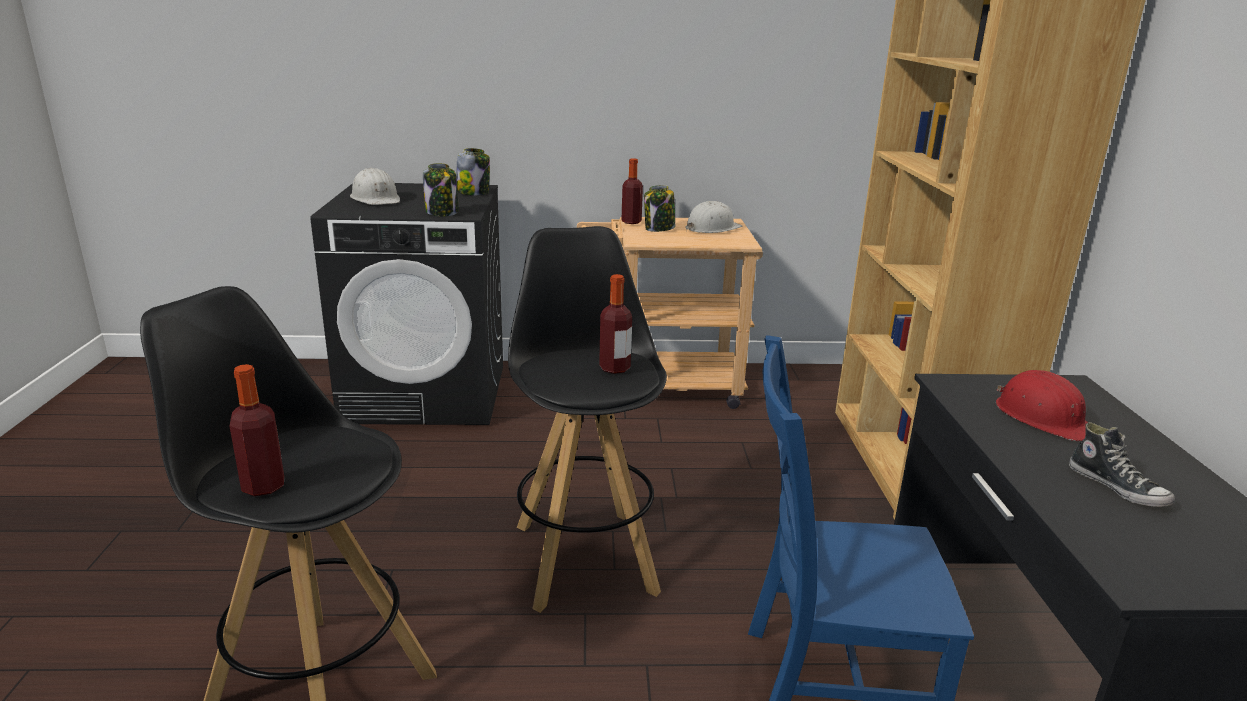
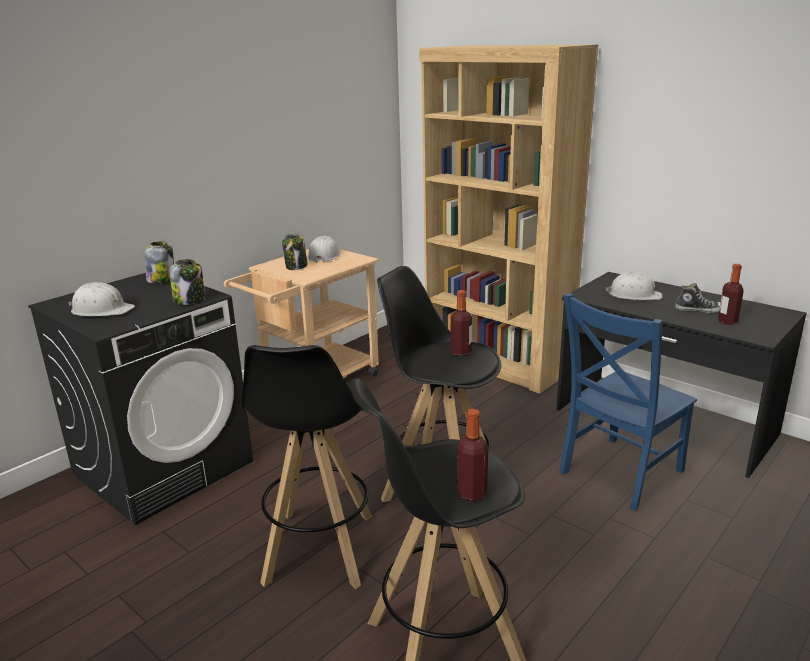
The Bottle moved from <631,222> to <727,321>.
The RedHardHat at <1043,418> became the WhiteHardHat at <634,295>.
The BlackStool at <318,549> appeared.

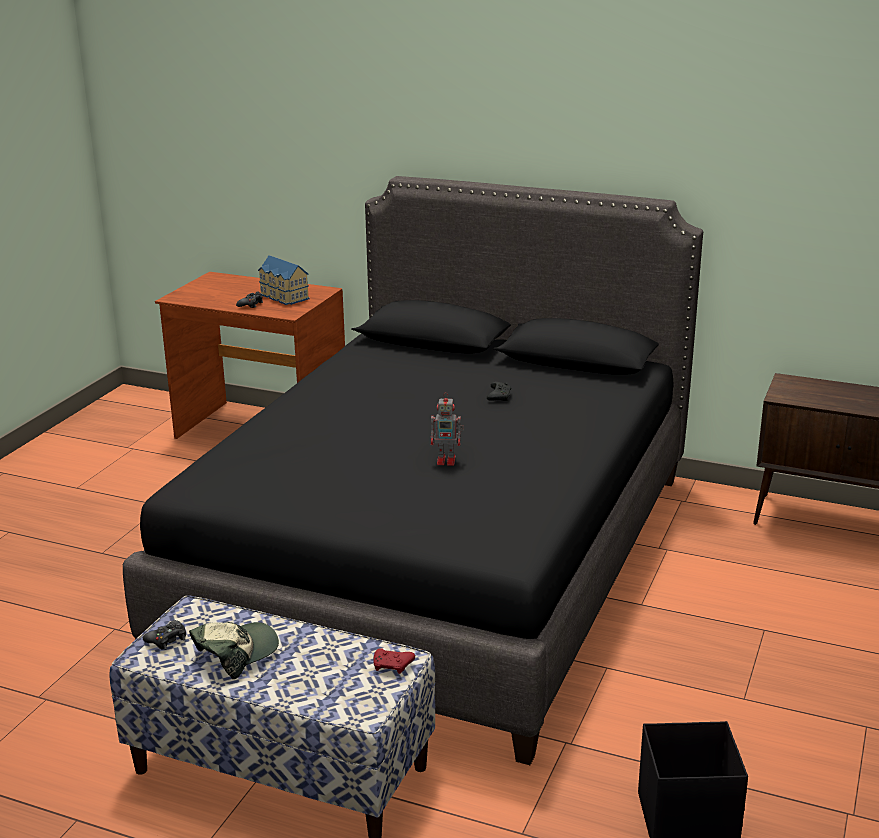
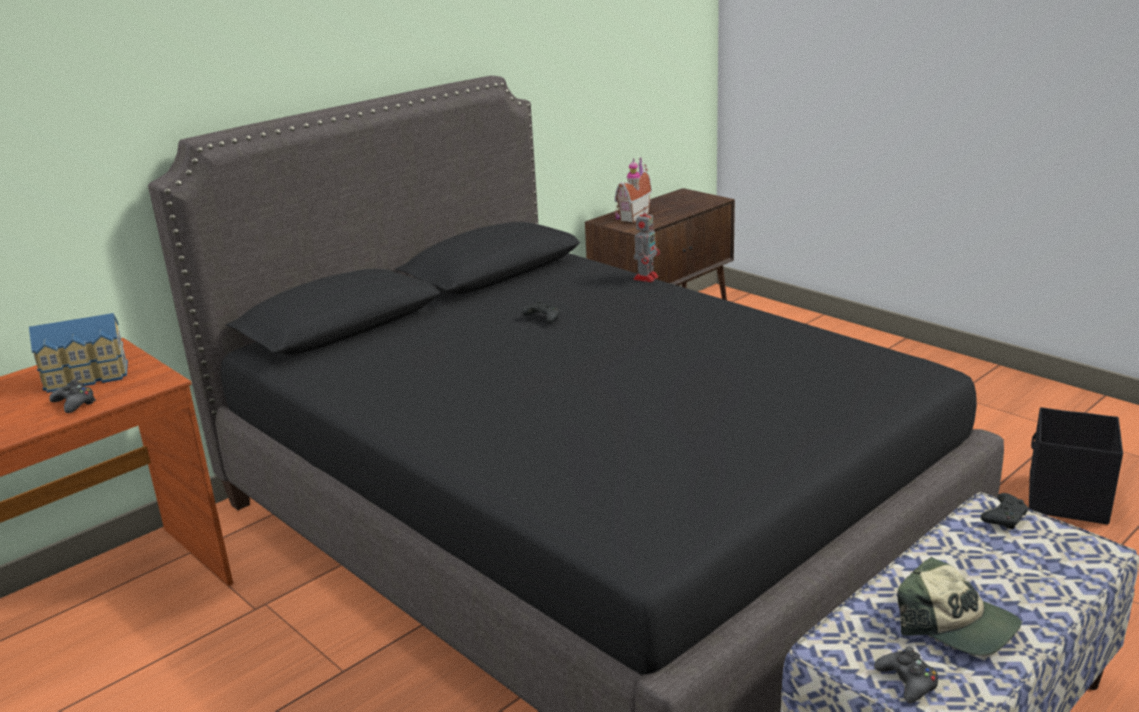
The Cap at <235,653> turned 150 degrees clockwise.
The RedGameController at <393,666> became the BlackGameController at <1004,518>.
The ToyRobot moved from <447,460> to <646,277>.
The ToyHouse at <631,216> appeared.

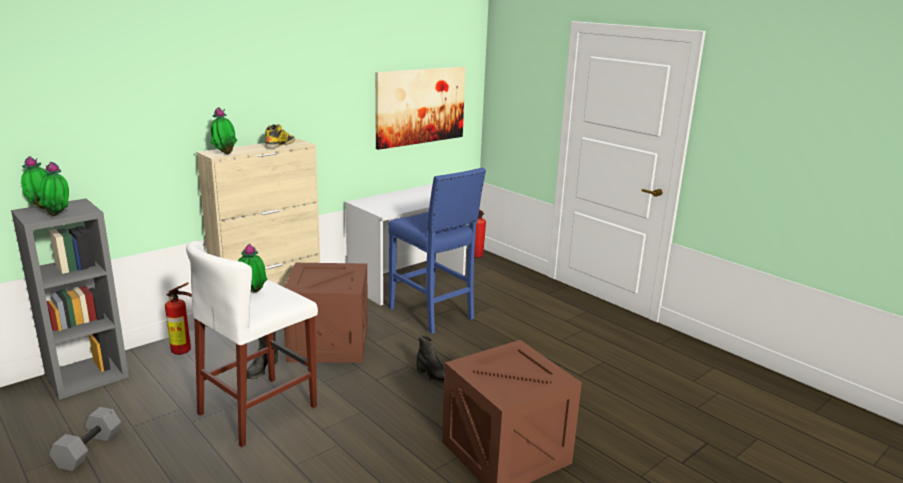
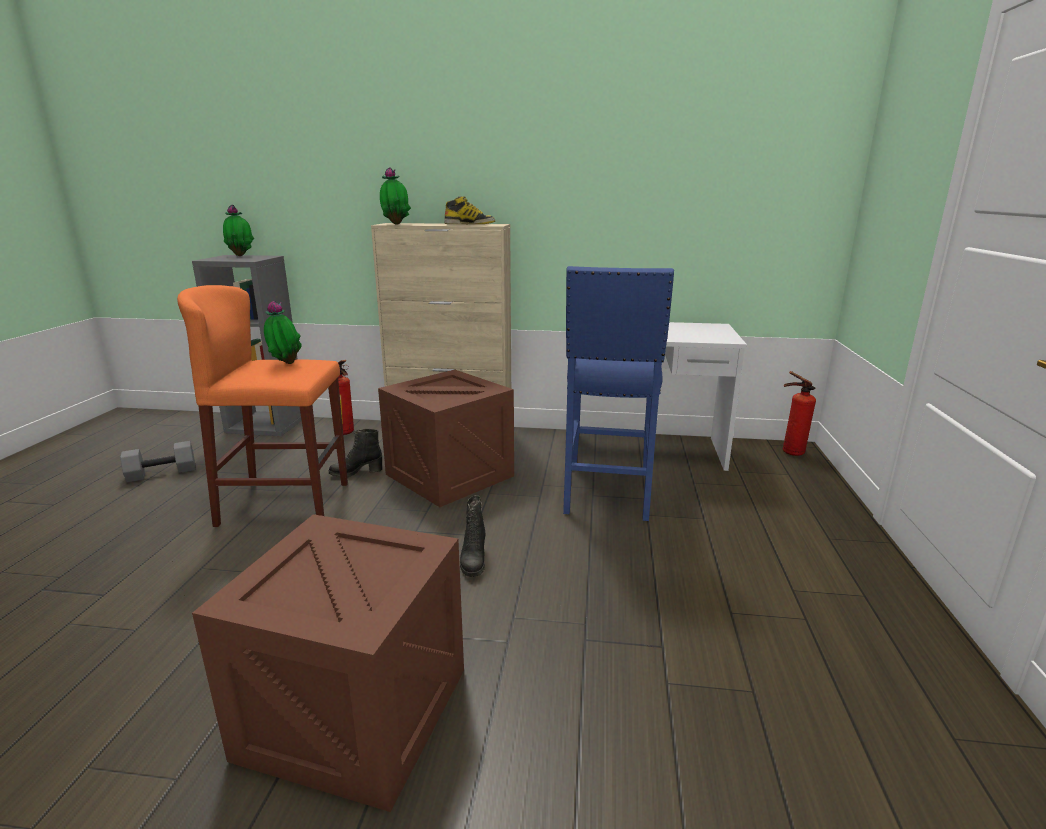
The PottedPlant at <58,215> disappeared.
The WhiteStool at <258,410> became the OrangeStool at <285,503>.
The Picture at <420,106> disappeared.

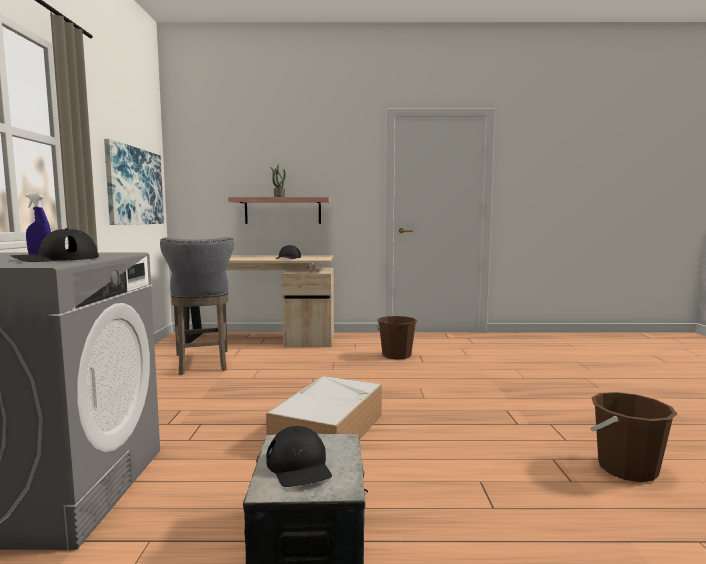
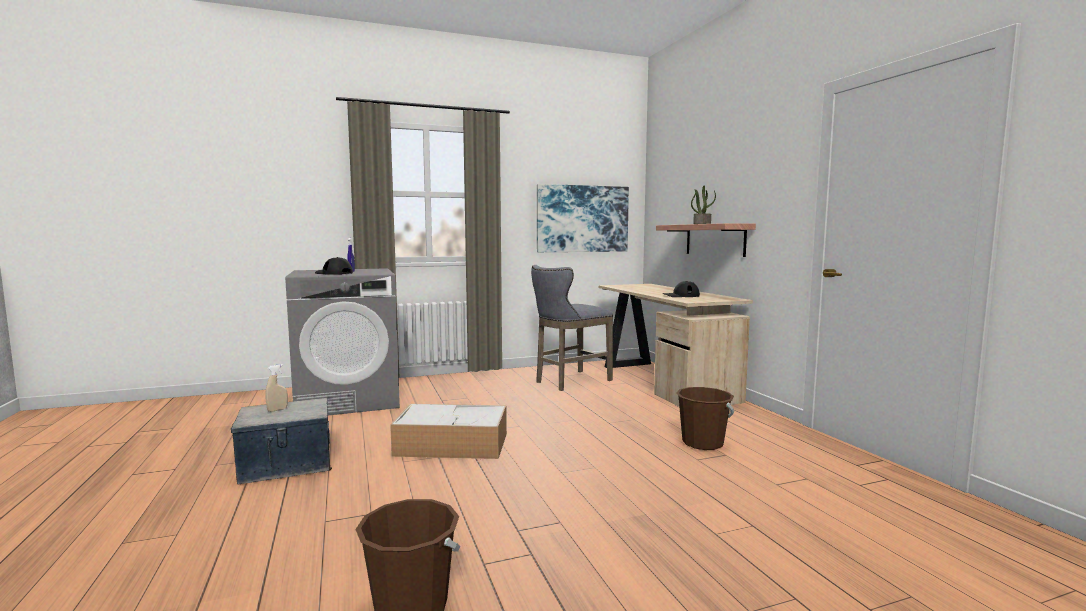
The BlackCap at <299,466> was replaced by the BeigeSprayBottle at <277,410>.

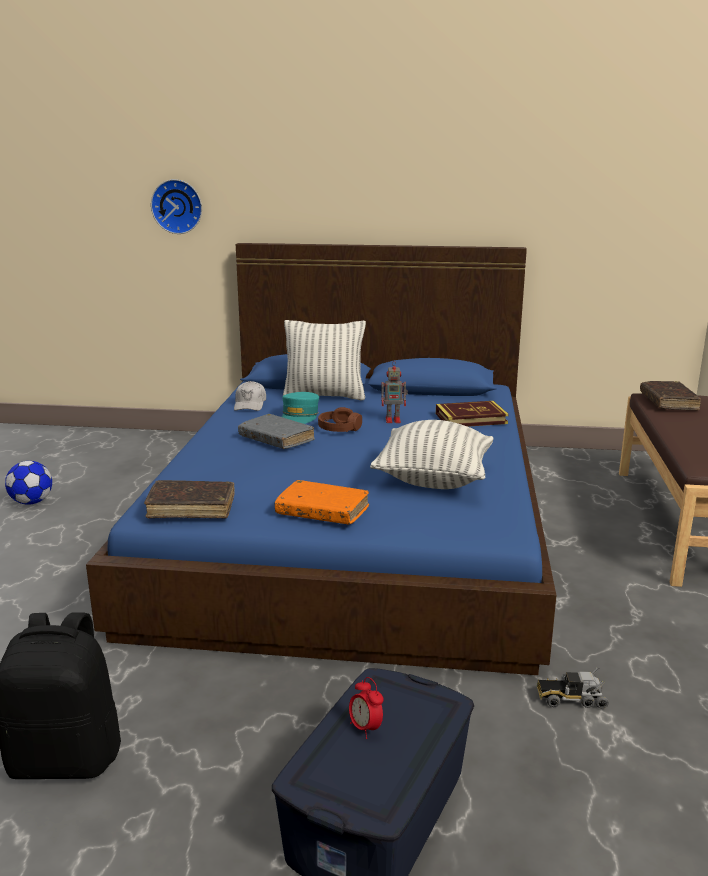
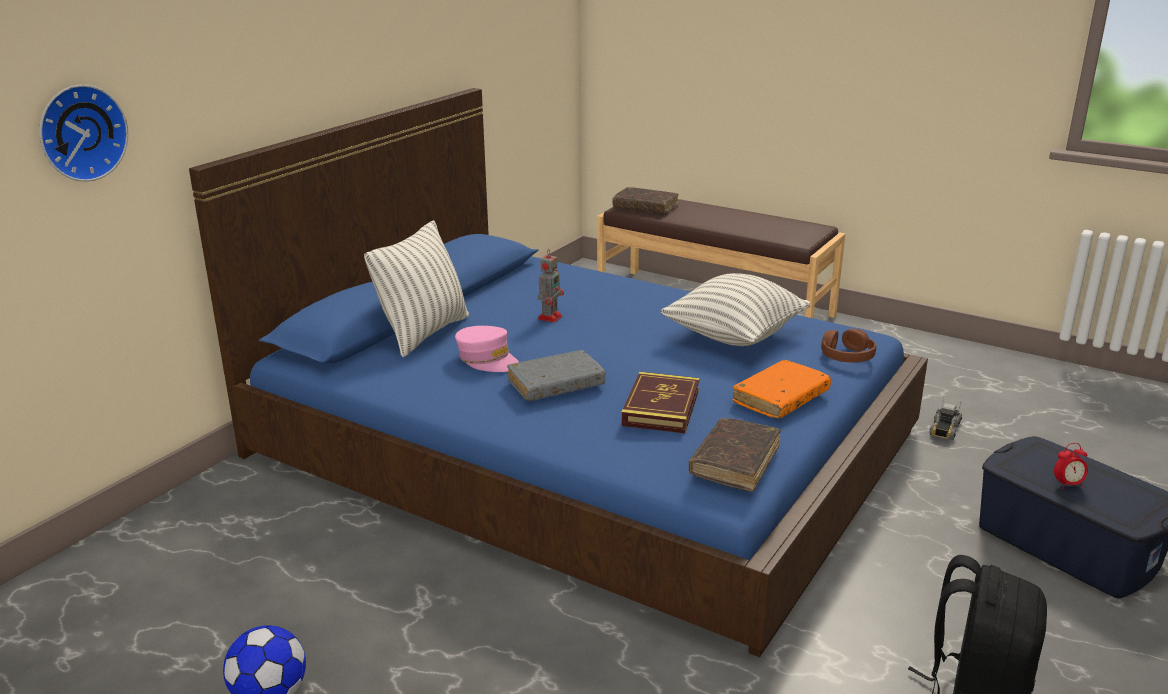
The WhiteCap at <250,404> disappeared.
The TurquoiseCap at <299,416> became the PinkCap at <487,359>.
The BrownHeadphones moved from <339,428> to <846,355>.
The Book moved from <471,418> to <661,408>.

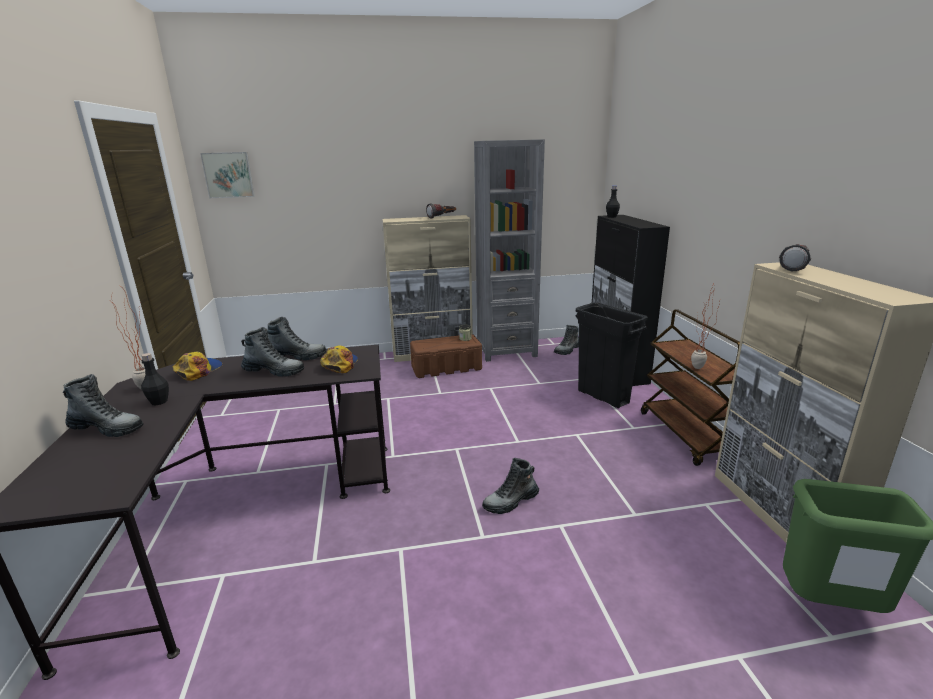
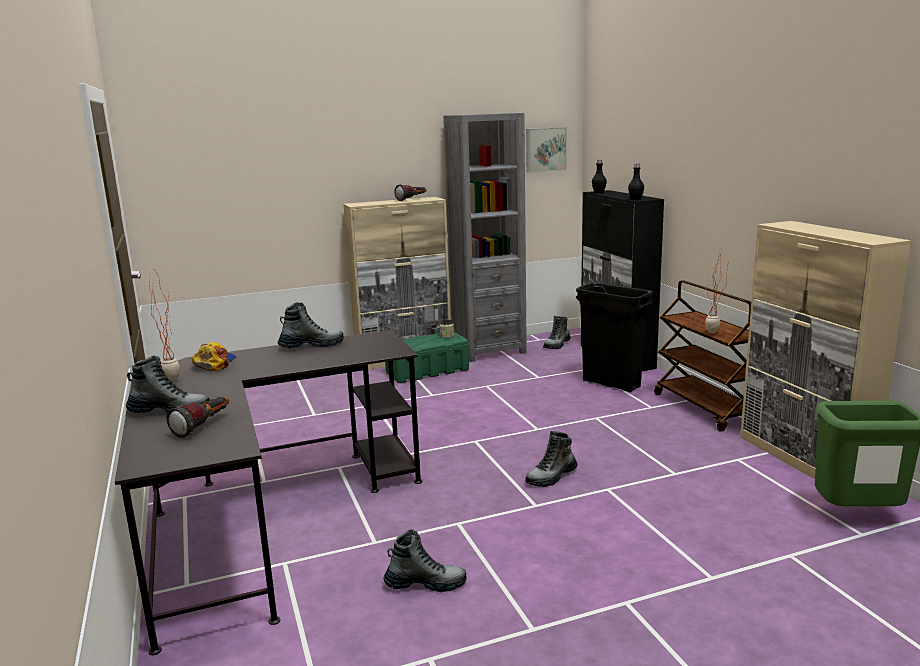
The BlackBottle moved from <159,402> to <635,199>.
The Picture moved from <228,175> to <545,149>.
The Boot moved from <274,371> to <425,584>.
The Cap at <339,364> disappeared.
The BrownStorageBox at <447,368> became the GreenStorageBox at <428,371>.
The Flashlight moved from <795,267> to <204,426>.

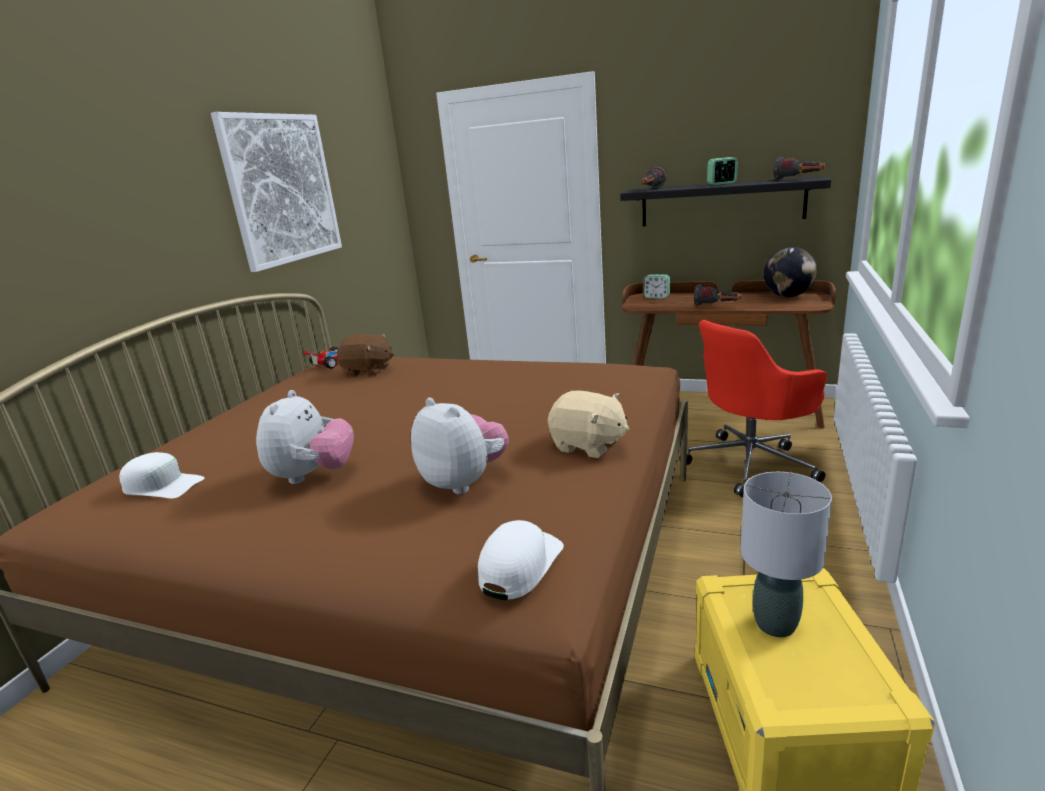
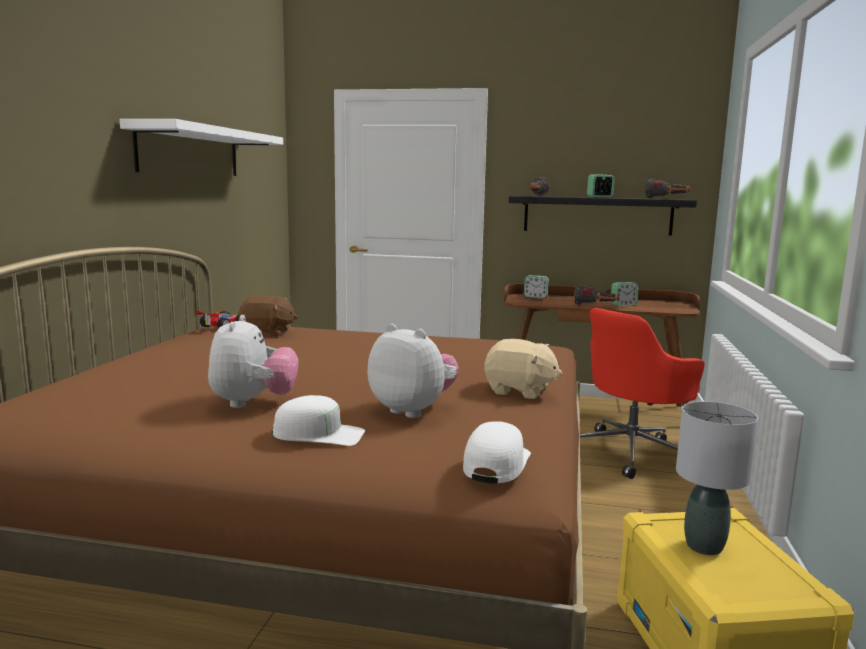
The WhiteCap moved from <162,486> to <318,435>.
The Picture at <282,189> was replaced by the WhiteShelf at <190,152>.
The Globe at <788,296> disappeared.
The AlarmClock at <623,305> appeared.

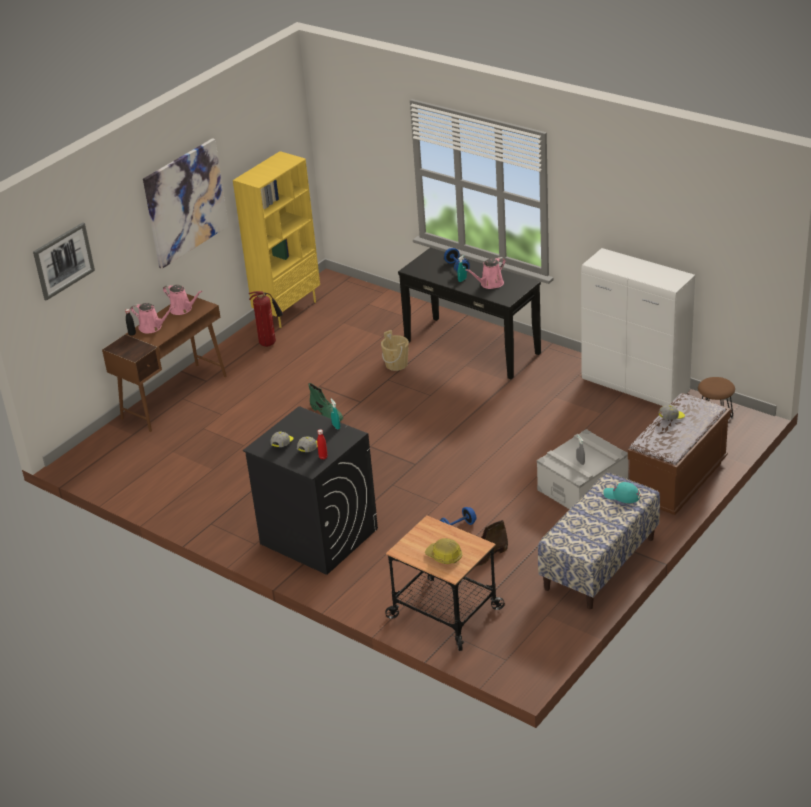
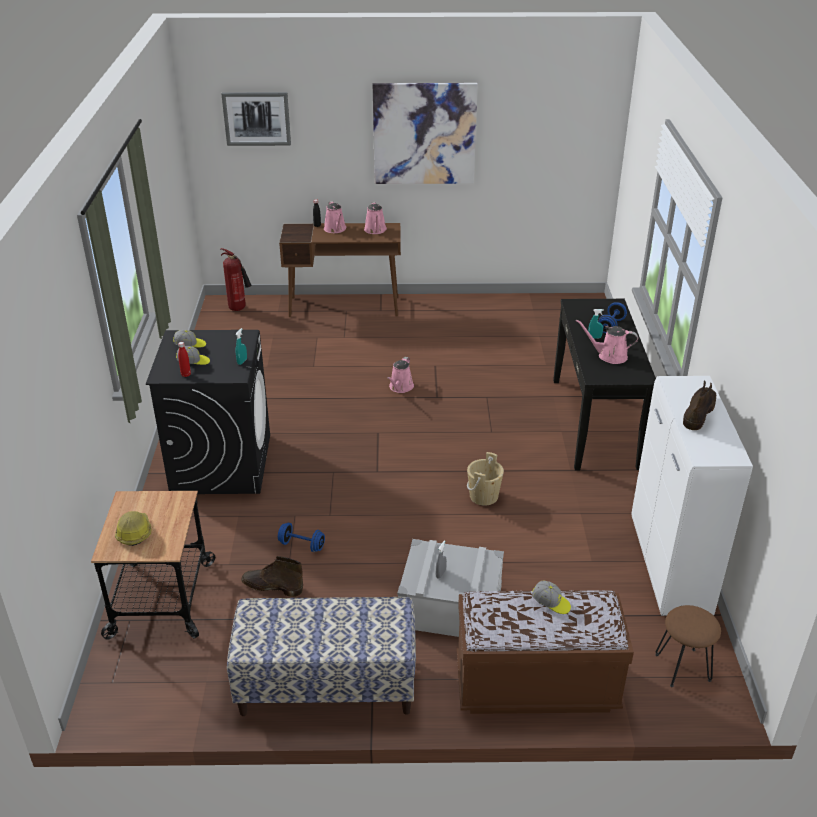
The YellowBookcase at <287,310> disappeared.
The FireExtinguisher moved from <269,343> to <239,309>.
The GreenBoot at <327,413> was replaced by the PinkWateringCan at <400,387>.
The BeigeBucket moved from <396,364> to <483,496>.
The TurquoiseCap at <621,495> disappeared.
The BrownBoot at <699,412> appeared.

